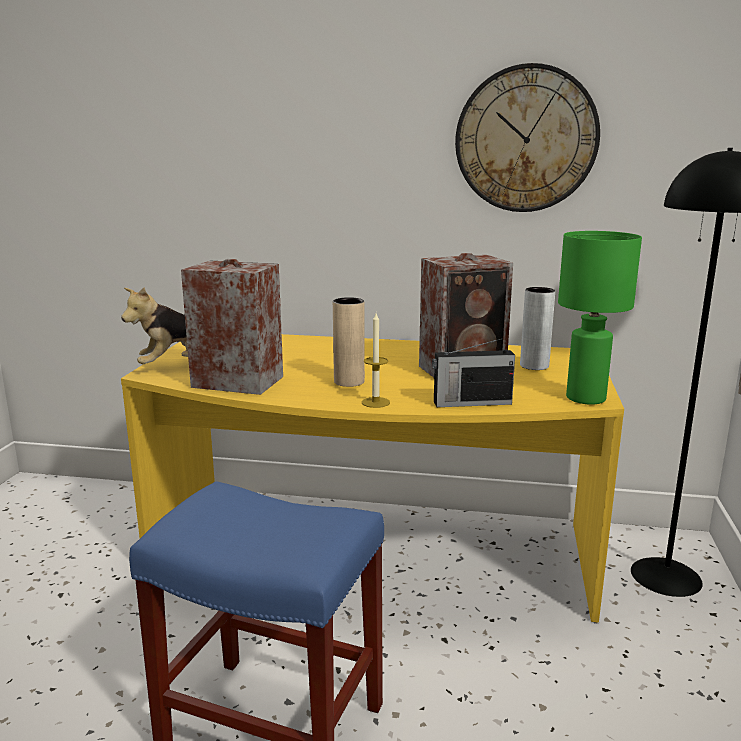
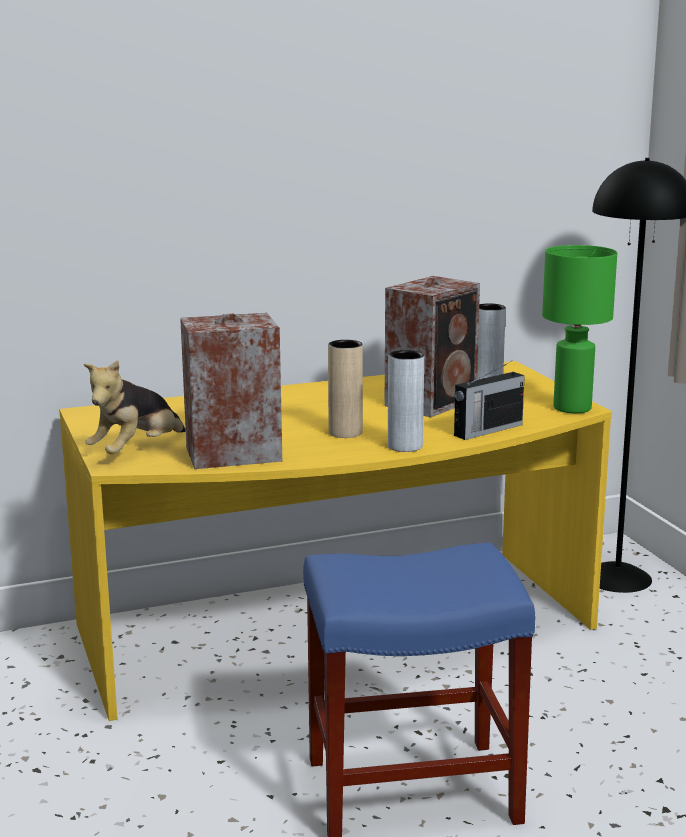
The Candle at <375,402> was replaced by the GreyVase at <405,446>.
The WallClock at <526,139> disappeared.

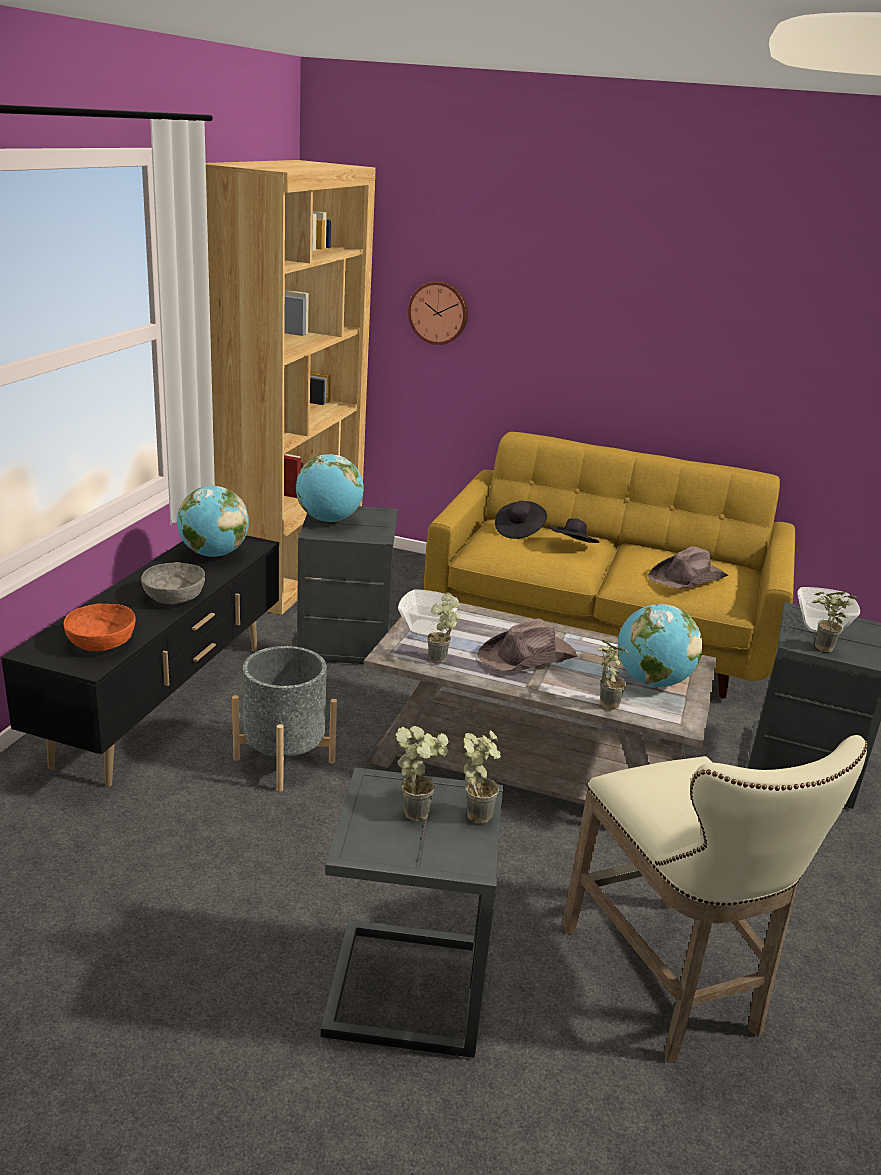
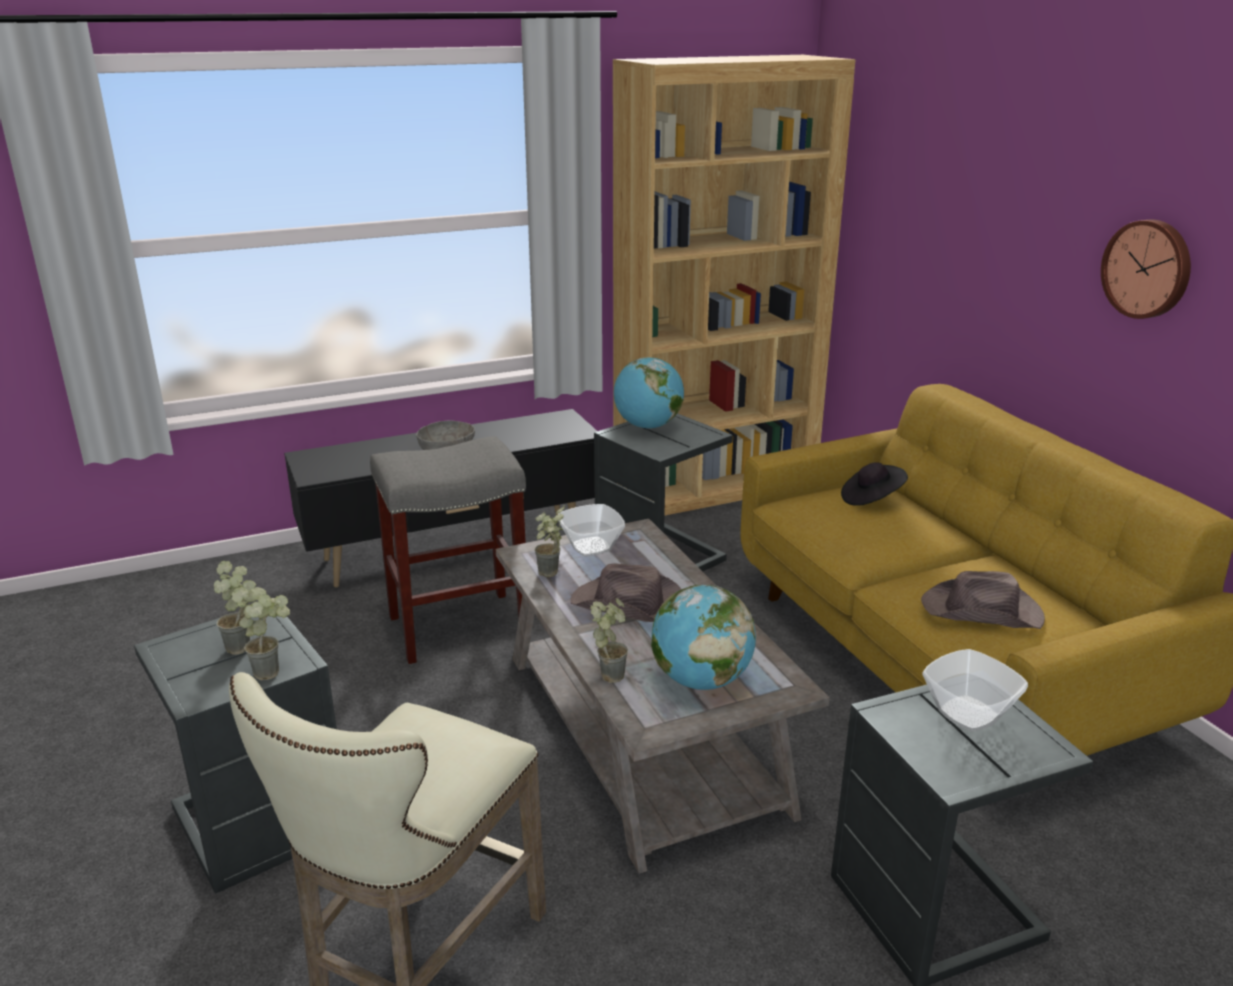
The OrangeBowl at <101,643> disappeared.
The Globe at <213,554> disappeared.
The GreyPlanter at <284,760> was replaced by the GreyStool at <460,626>.
The WallClock moved from <439,312> to <1148,269>.
The BlackHat at <571,547> disappeared.
The PottedPlant at <819,649> disappeared.

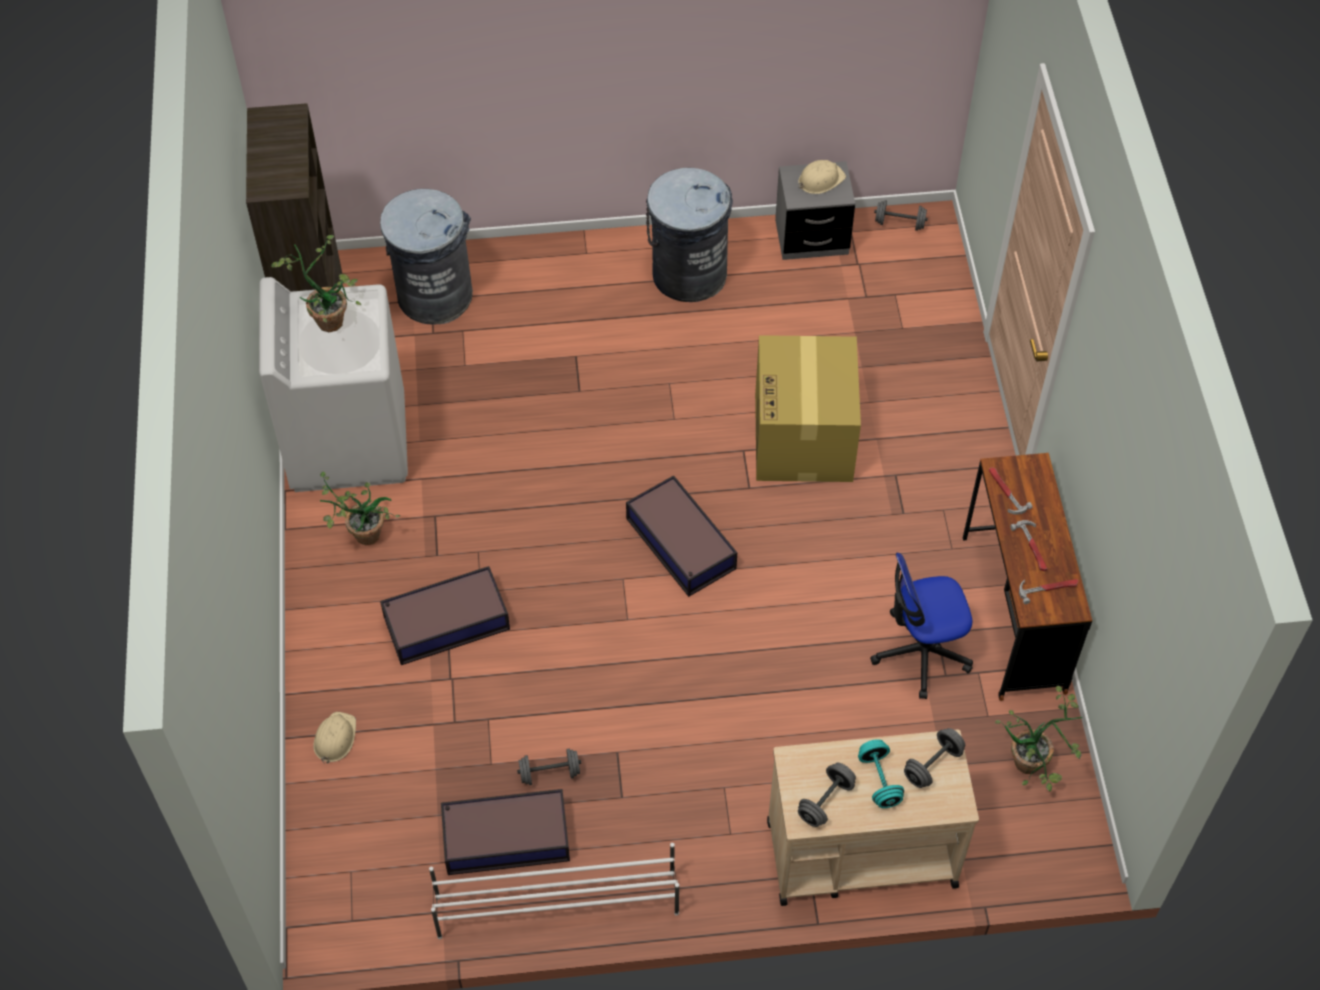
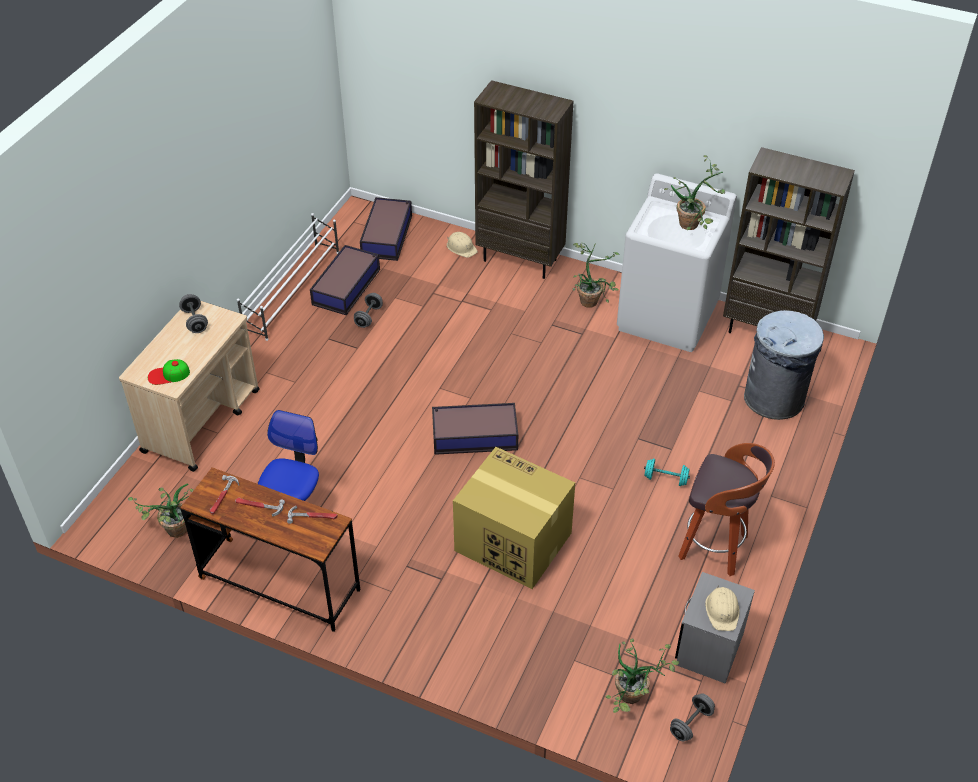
The StorageBox moved from <445,623> to <387,235>.
The GreyTrashCan at <688,273> was replaced by the Stool at <715,548>.
The TurquoiseDumbbell moved from <879,780> to <665,479>.
The GreyDumbbell at <932,765> was replaced by the Cap at <168,375>.
The BrownBookcase at <521,260> appeared.
The PottedPlant at <633,700> appeared.

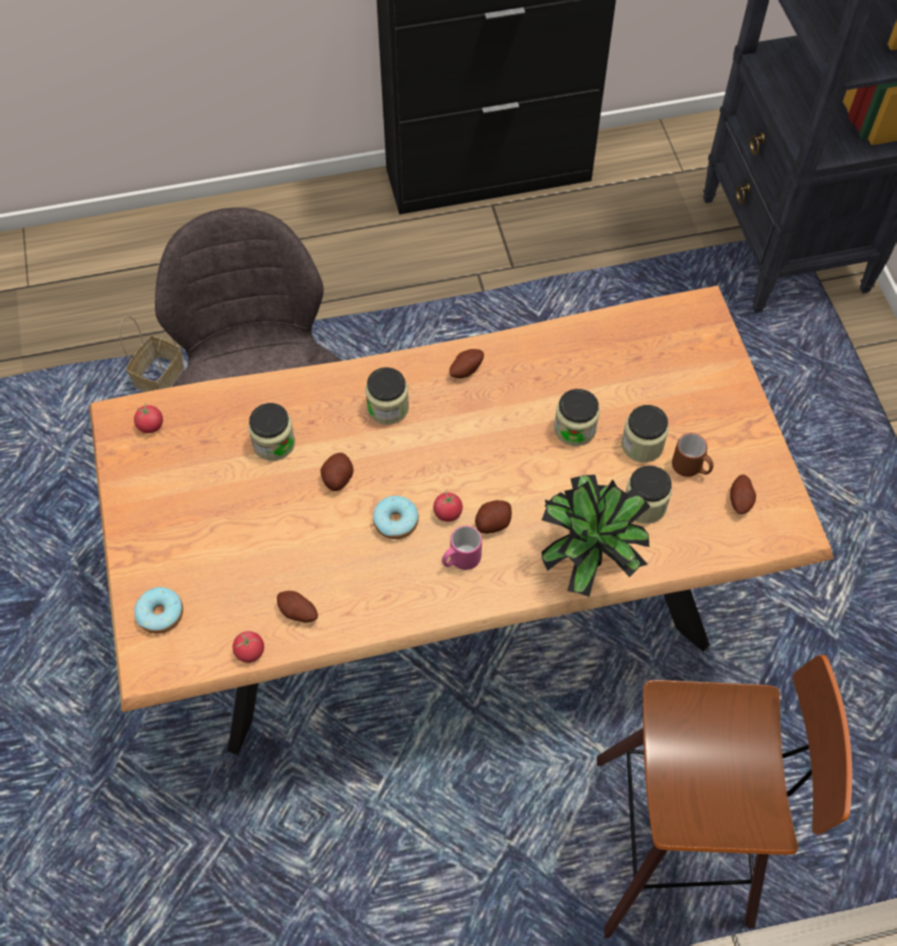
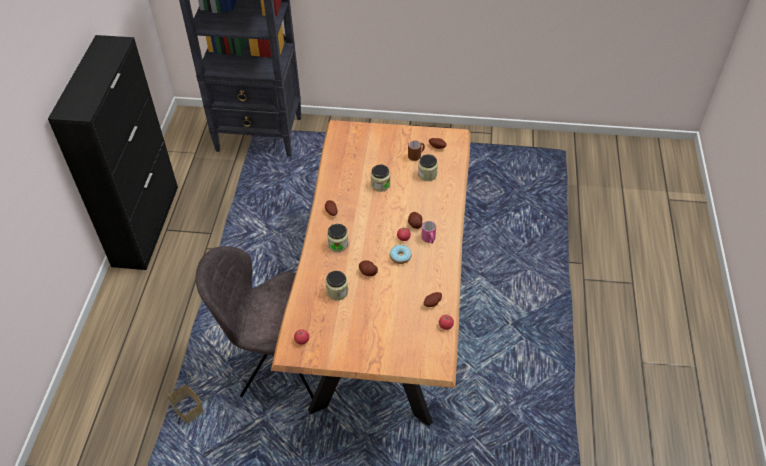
The Donut at <160,614> disappeared.
The PottedPlant at <588,560> disappeared.
The Stool at <679,844> disappeared.
The Jar at <642,445> disappeared.

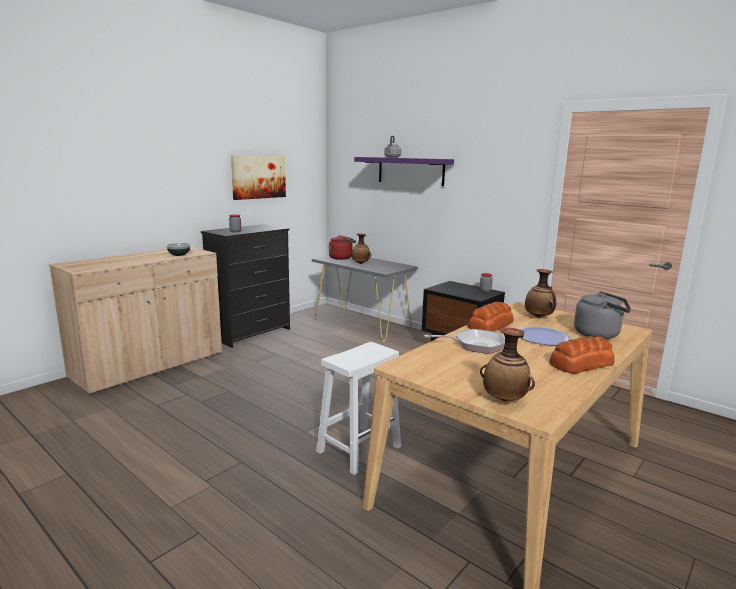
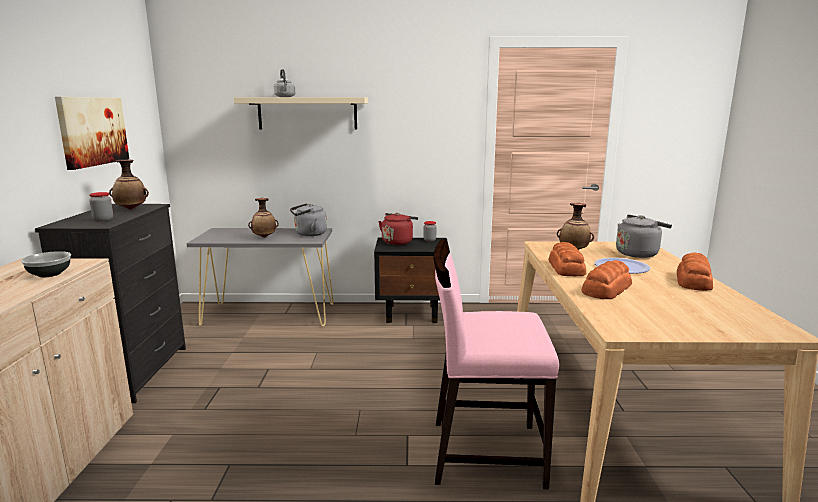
The WhiteStool at <359,448> was replaced by the PinkChair at <485,452>.
The RedKettle moved from <342,258> to <398,242>.
The PurpleShelf at <410,171> became the BeigeShelf at <307,113>.
The FryingPan at <475,345> was replaced by the Bread at <606,289>.
The Vase moved from <504,400> to <131,209>.
The GreyKettle at <309,234> appeared.

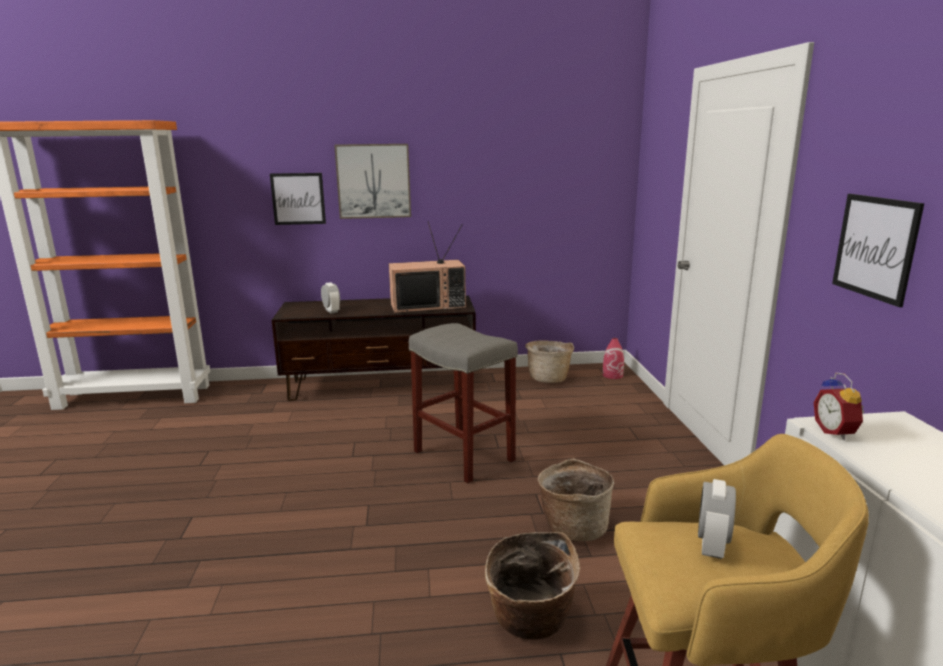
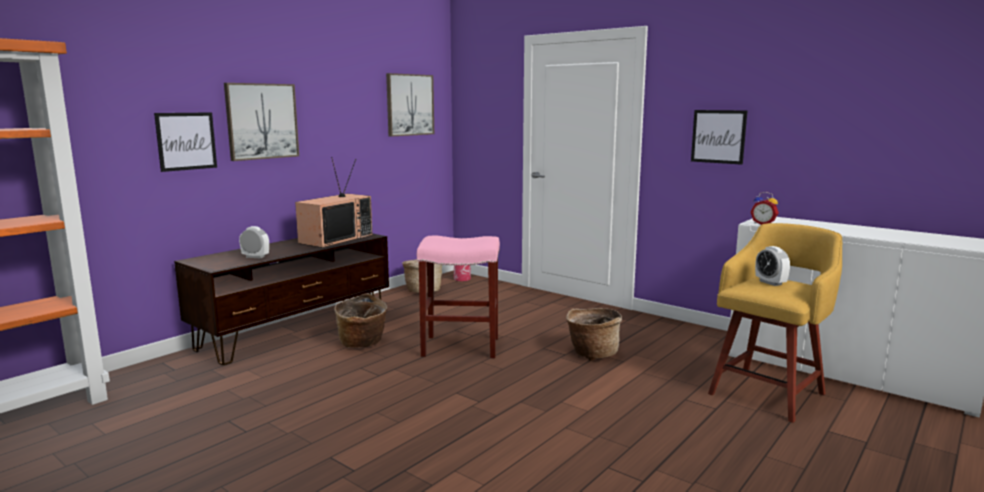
The GreyStool at <465,456> became the PinkStool at <462,346>.
The Basket moved from <530,621> to <362,343>.
The Picture at <409,105> appeared.

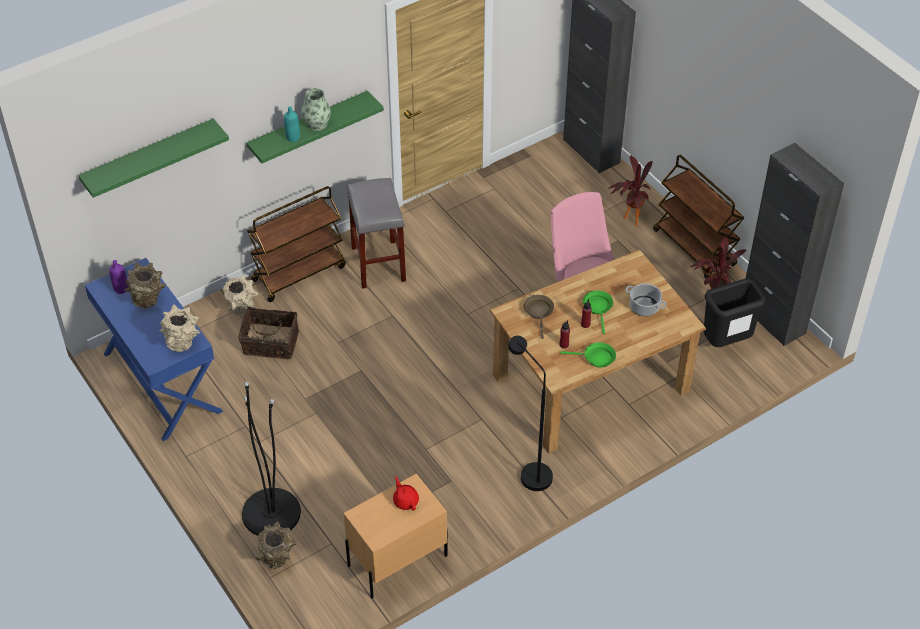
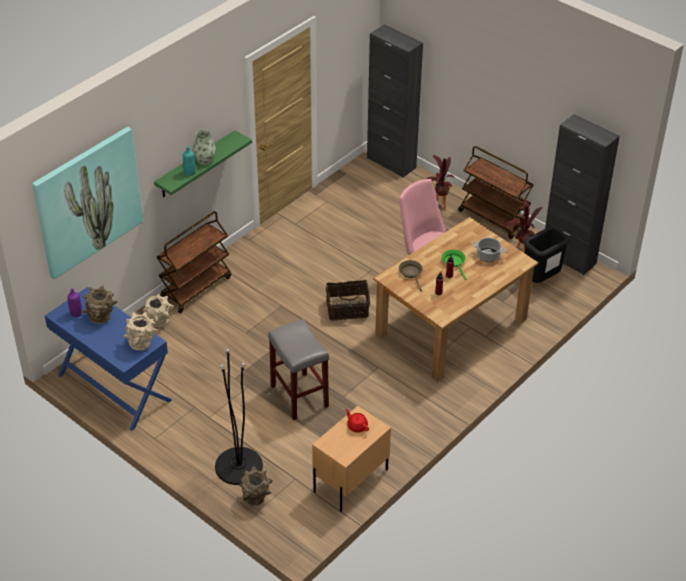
The GreenShelf at <149,158> was replaced by the Picture at <87,201>.
The Basket moved from <270,344> to <347,309>.
The GreyStool moved from <377,263> to <298,396>.
The BlackFloorLamp at <530,472> disappeared.
The GreenFryingPan at <596,358> disappeared.

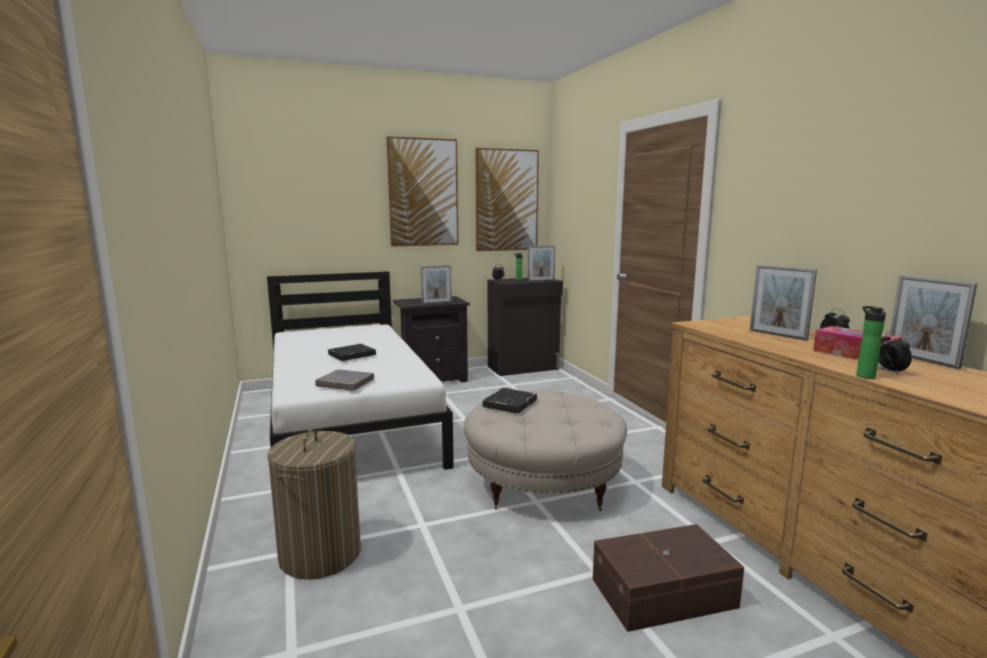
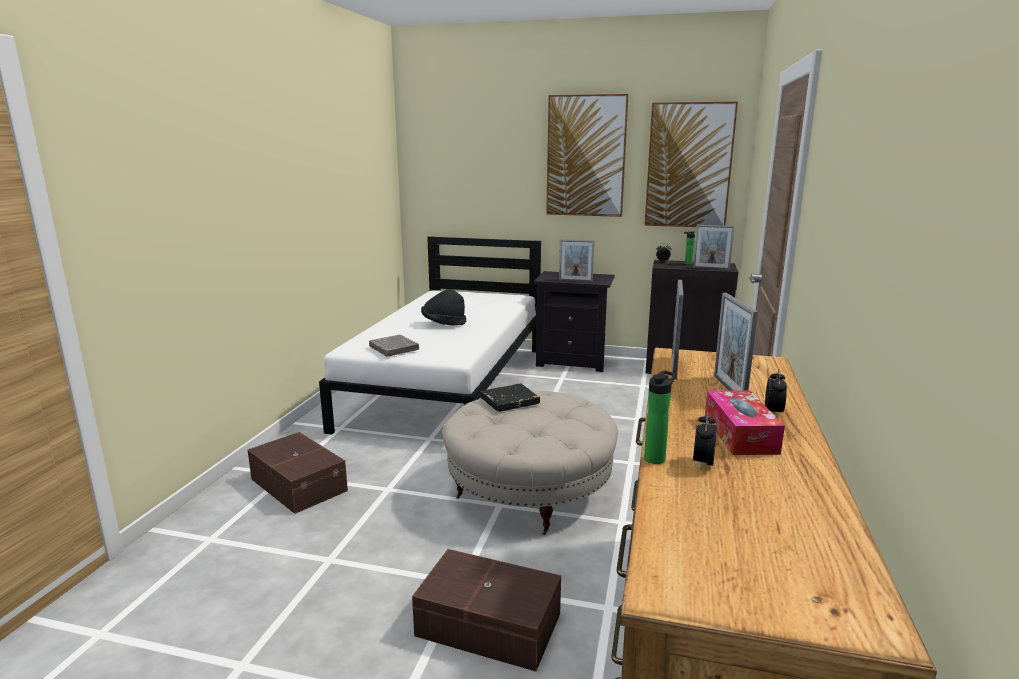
The LaundryBasket at <320,554> was replaced by the BrownStorageBox at <299,484>.
The BlackBook at <352,355> was replaced by the BlackHat at <443,323>.
The PictureFrame moved from <921,360> to <674,367>.

